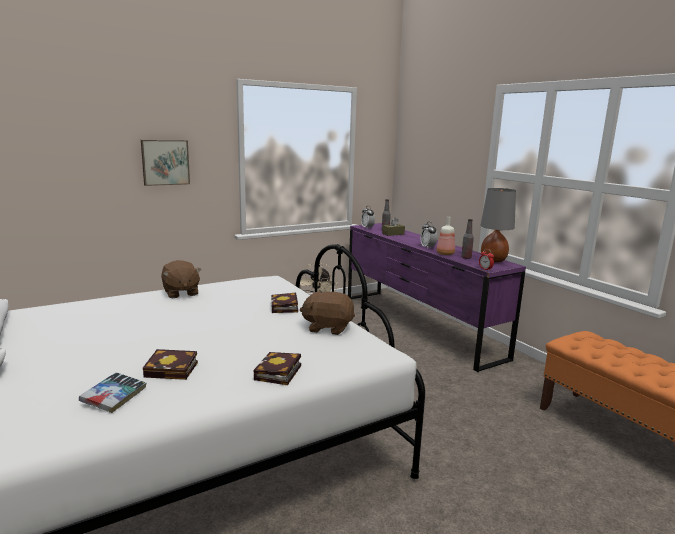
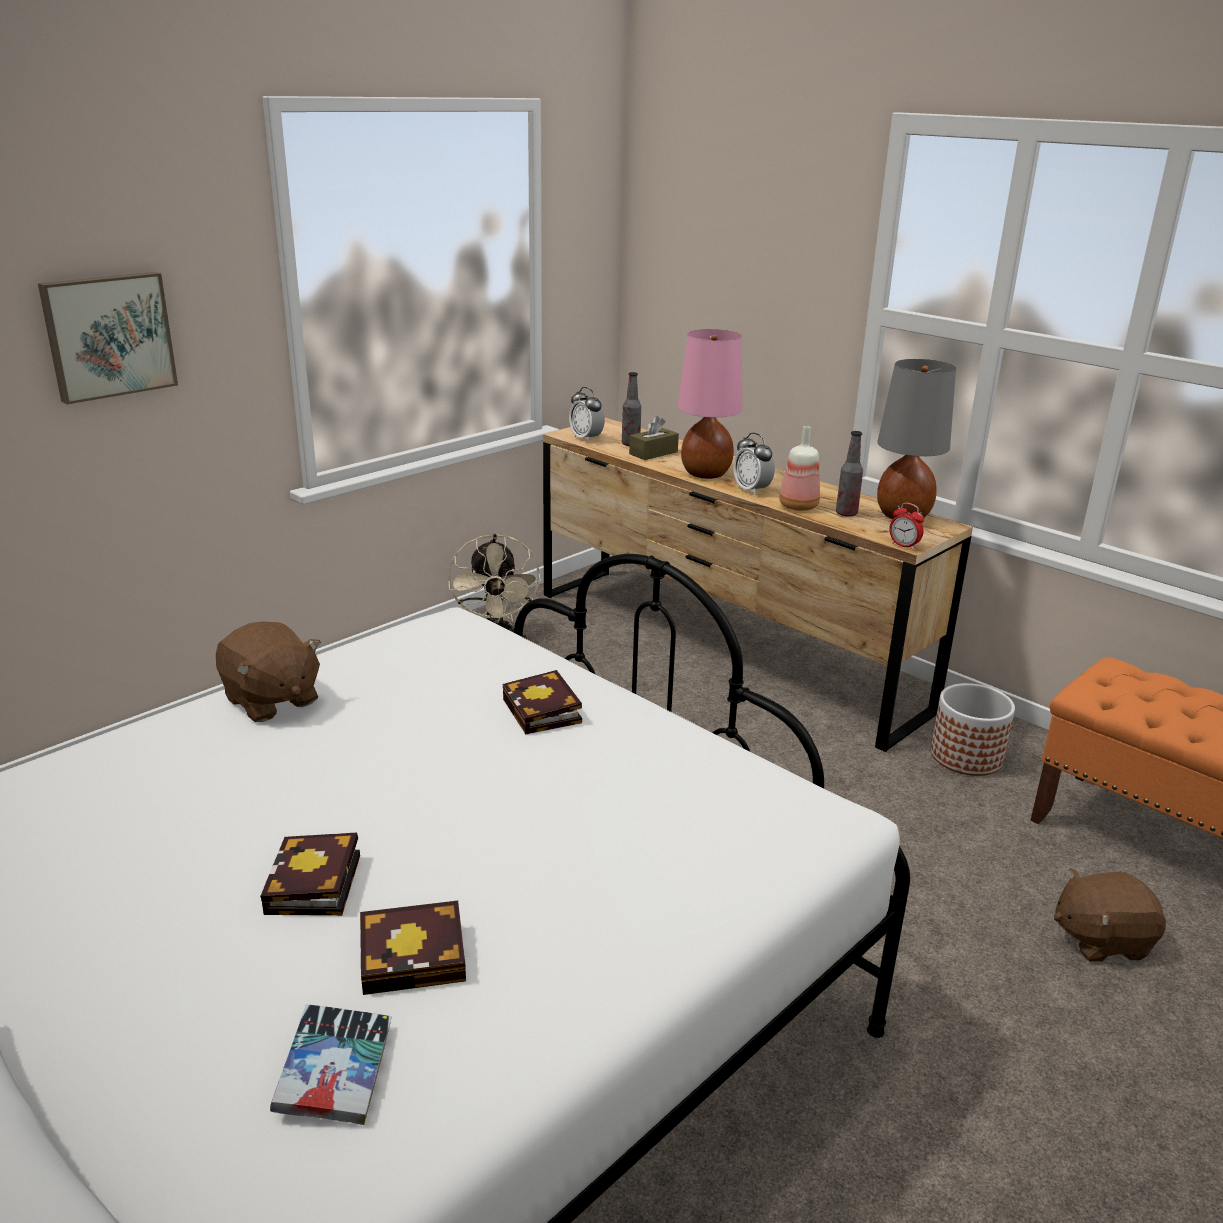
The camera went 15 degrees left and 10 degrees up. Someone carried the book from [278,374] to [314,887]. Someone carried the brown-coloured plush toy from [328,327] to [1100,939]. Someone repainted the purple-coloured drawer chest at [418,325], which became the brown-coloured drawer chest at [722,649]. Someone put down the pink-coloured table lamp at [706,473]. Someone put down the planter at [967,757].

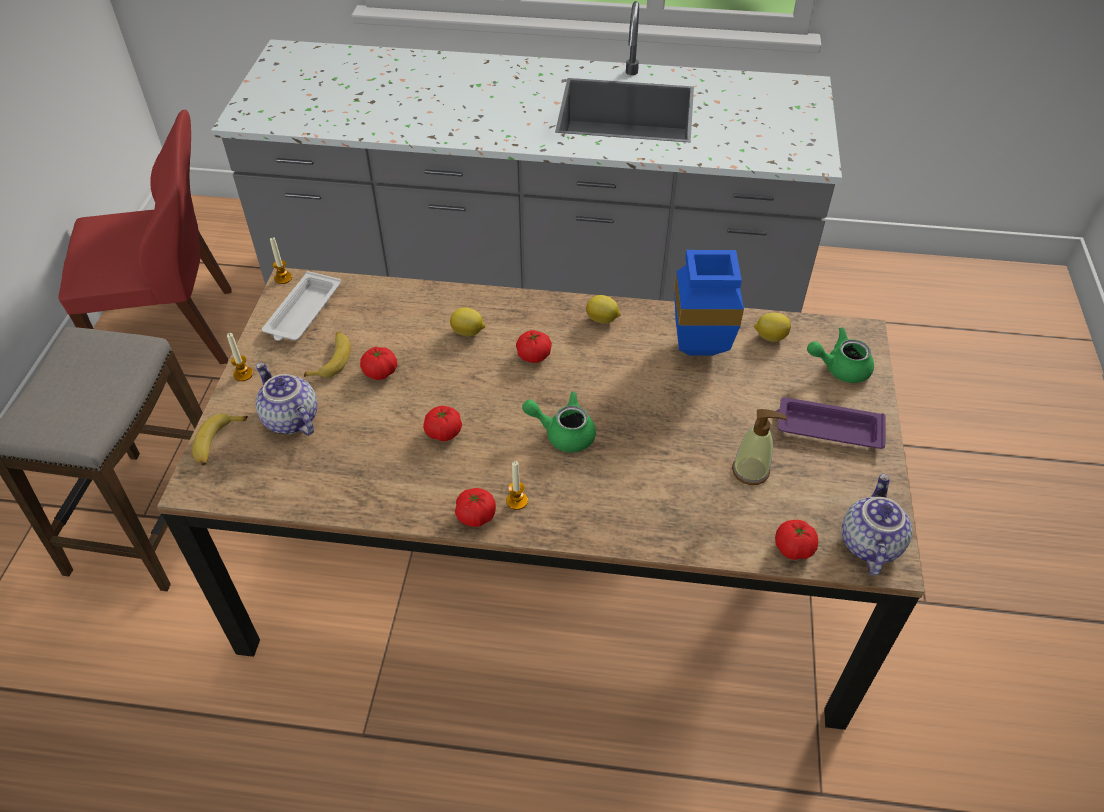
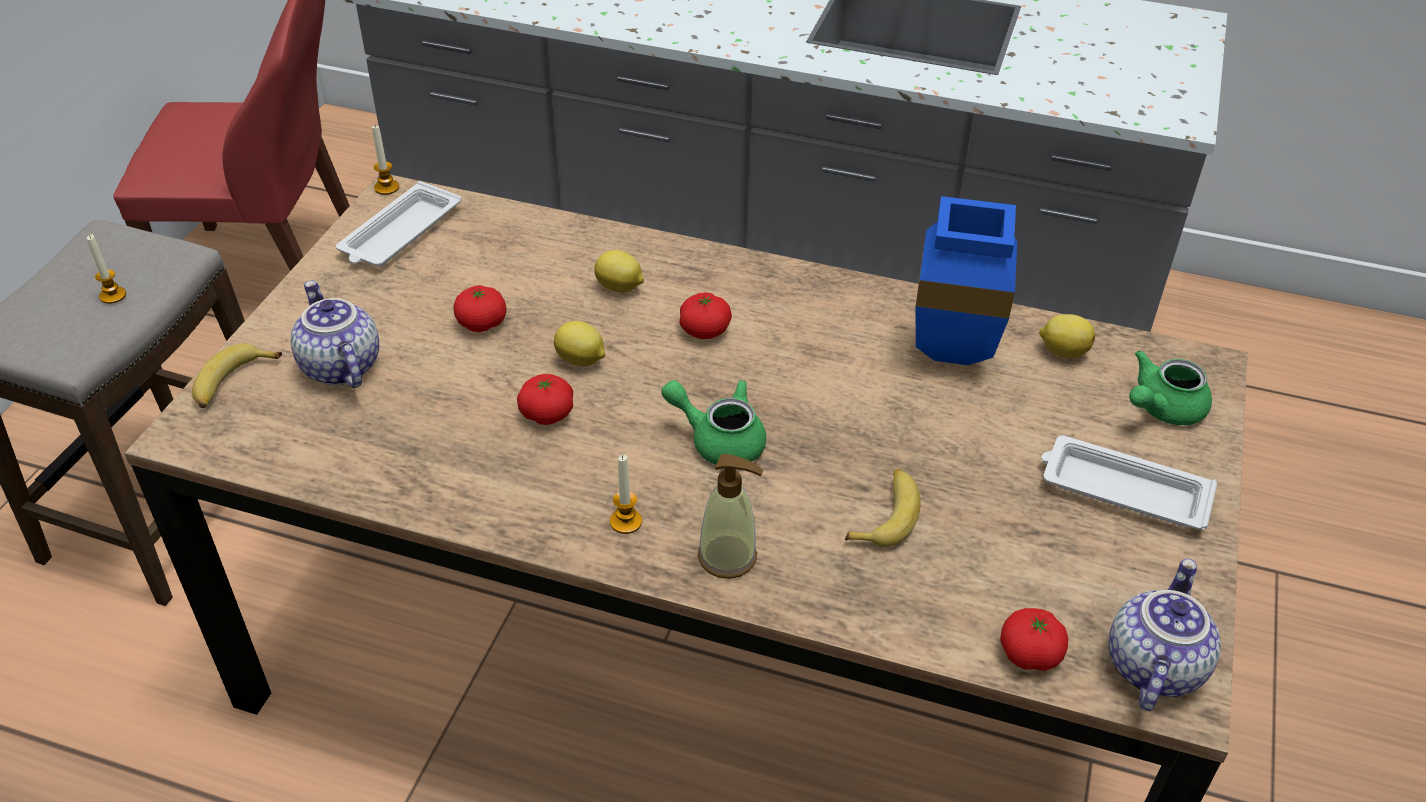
The camera went 10 degrees right and 5 degrees down. Someone carried the wax candle from [243,374] to [113,295]. Someone carried the whole banana from [331,359] to [886,515]. Someone took away the whole tomato at [476,516]. Someone carried the whole lemon from [602,320] to [581,361]. Someone carried the soap bottle from [751,471] to [728,557]. Someone repainted the purple-coloured carrying tray at [827,428], which became the white-coloured carrying tray at [1122,490]. Someone rotated the green pot for tea at [840,368] by 45 degrees counterclockwise.

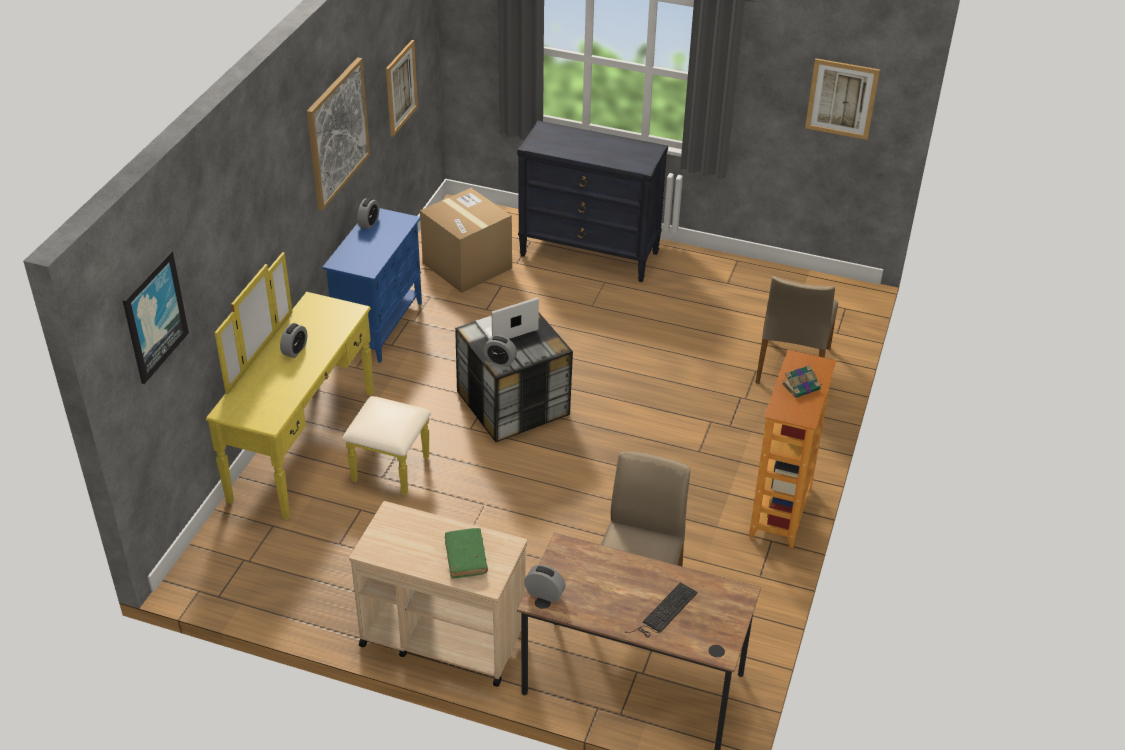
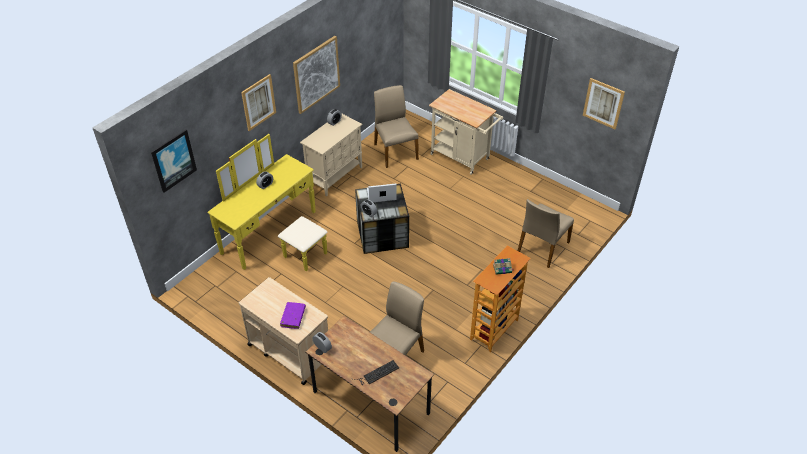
The camera went 20 degrees right and 5 degrees up. Someone repainted the blue-coloured cabinet at [380,326], which became the beige-coloured cabinet at [335,176]. Someone carried the wall picture from [401,88] to [258,102]. Someone swapped the cardboard box at [467,265] for the beige-coloured chair at [395,151]. Someone repainted the green book at [466,557], which became the purple-coloured book at [293,317]. Someone swapped the black drawer chest at [590,254] for the beige-coloured trolley at [463,158].

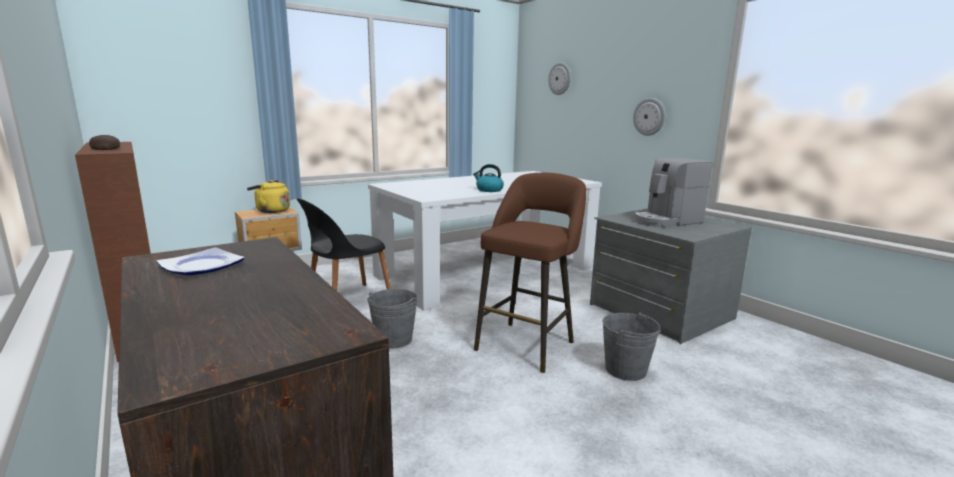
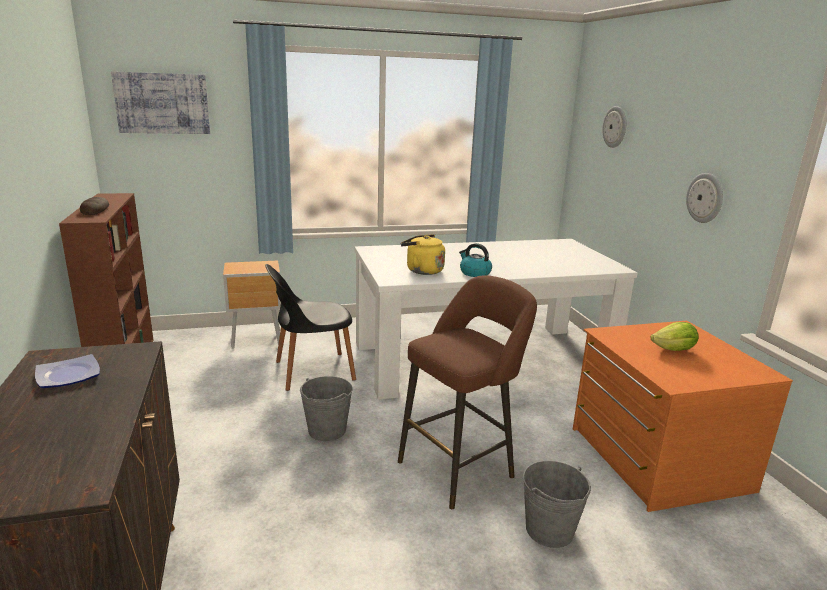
The camera went 20 degrees right and 5 degrees up. Someone carried the yellow-coloured kettle from [271,211] to [422,270]. Someone repainted the greyish drawer chest at [659,312], which became the orange-coloured drawer chest at [656,458]. Someone swapped the coffee machine at [666,221] for the lettuce at [674,350]. Someone put up the wall picture at [162,103].

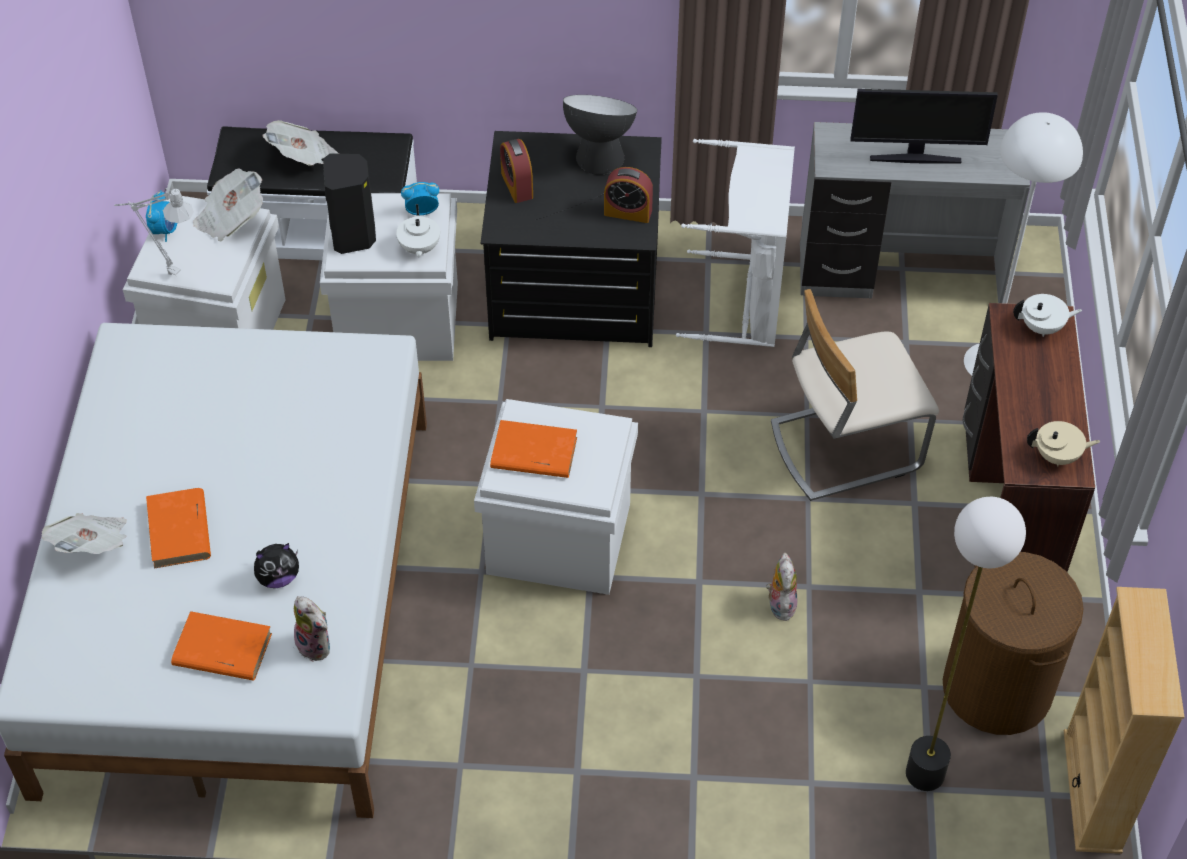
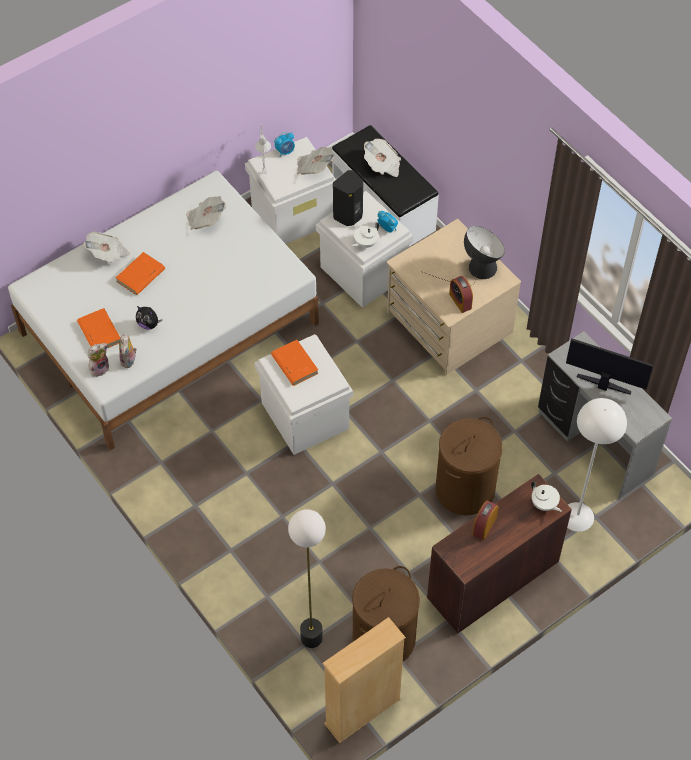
The camera went 50 degrees right and 5 degrees up. Someone repainted the black drawer chest at [574,291], which became the beige-coloured drawer chest at [448,323]. Someone carried the table clock from [517,185] to [484,526]. Someone took away the white-coloured washing basket at [745,300]. Someone carried the plush toy from [780,604] to [99,368]. Someone swapped the beige-coloured chair at [845,445] for the brown-coloured washing basket at [464,489]. Someone rotated the computer display at [915,157] by 150 degrees clockwise. Someone took away the beige-coloured pot for tea at [1057,456]. Someone put down the printed paper at [205,220].

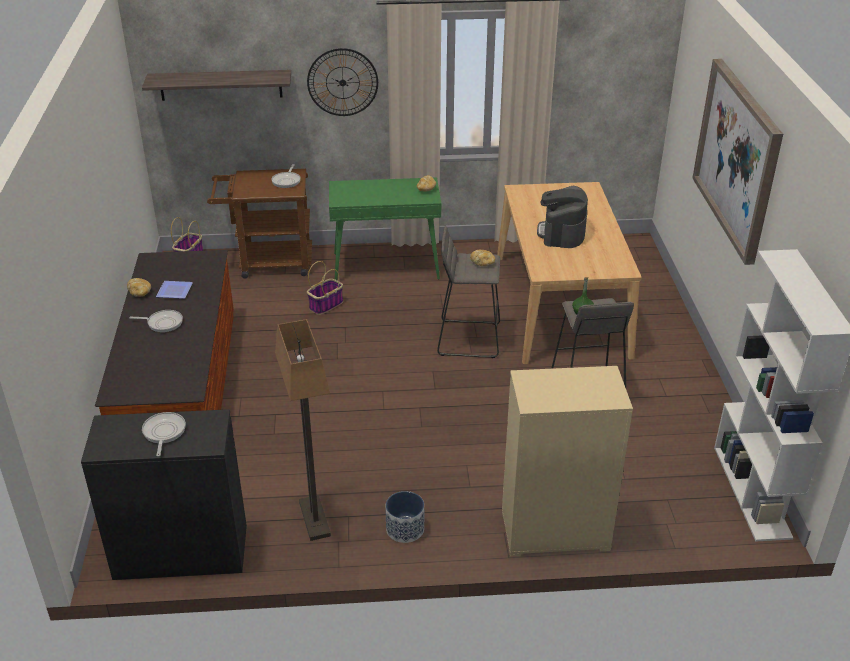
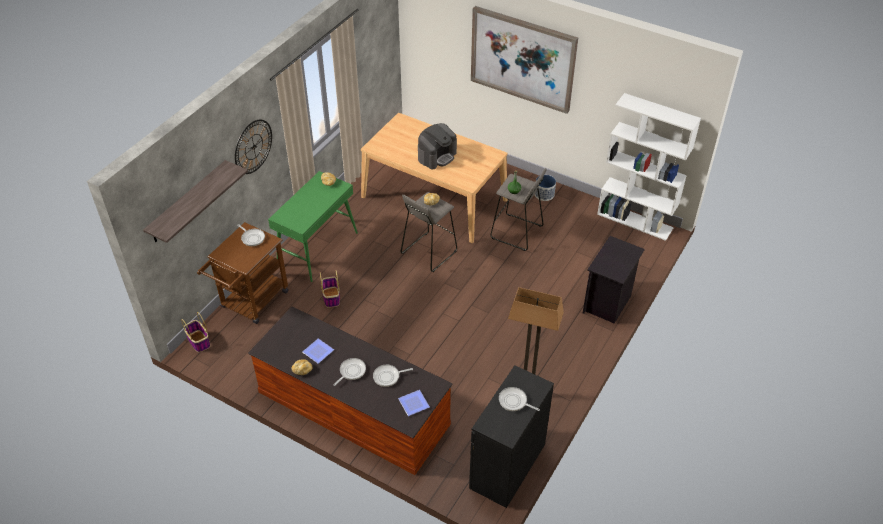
The camera went 55 degrees left and 10 degrees up. Someone carried the planter from [405,529] to [544,194]. Someone swapped the beige-coloured drawer chest at [554,530] for the black night table at [607,304]. Someone rotated the coffee machine at [561,233] by 90 degrees counterclockwise. Someone put down the frying pan at [388,376]. Someone put down the dinner plate at [415,404].

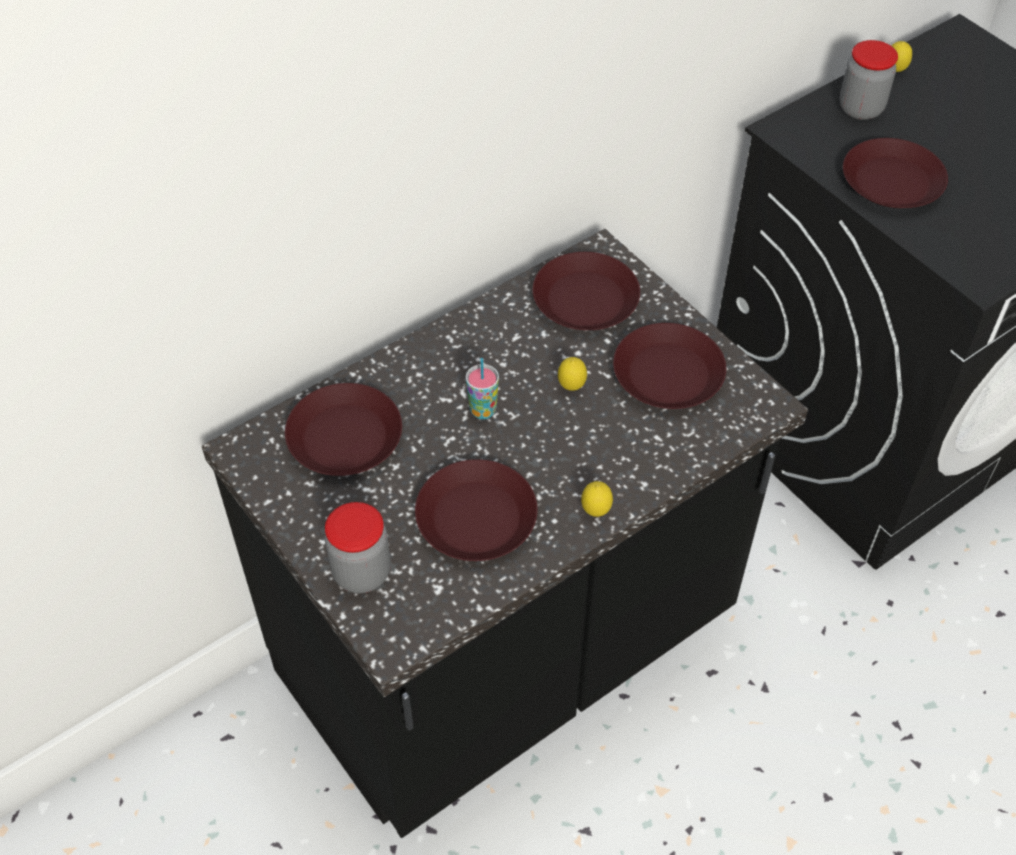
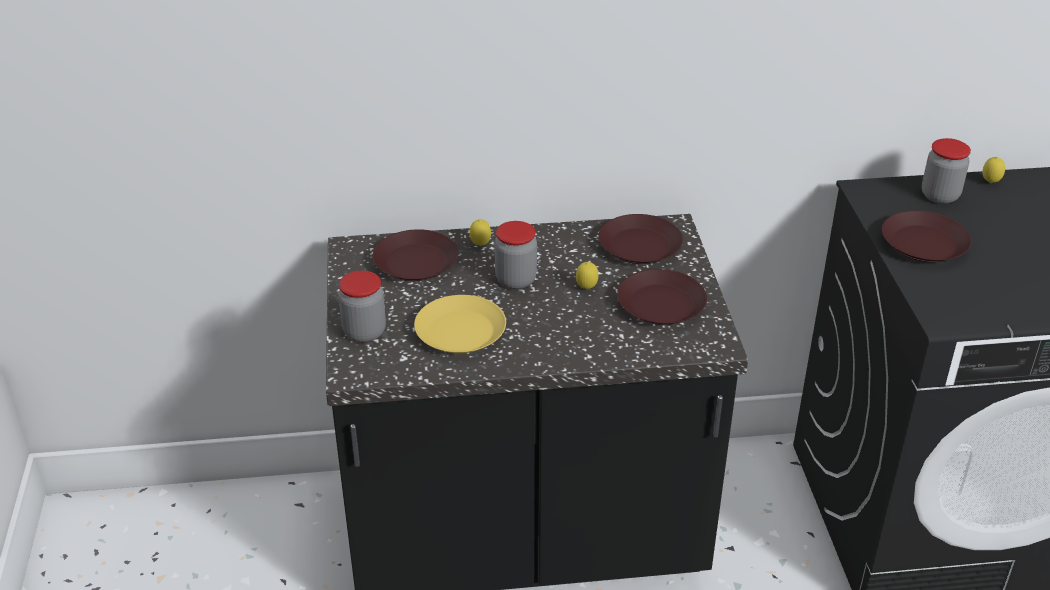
The camera went 30 degrees right and 15 degrees down. Someone repainted the brown-coloured dinner plate at [475,518], which became the yellow-coloured dinner plate at [459,332]. Someone swapped the cup at [483,410] for the storage jar at [516,280]. Someone carried the whole lemon from [595,512] to [480,245].

